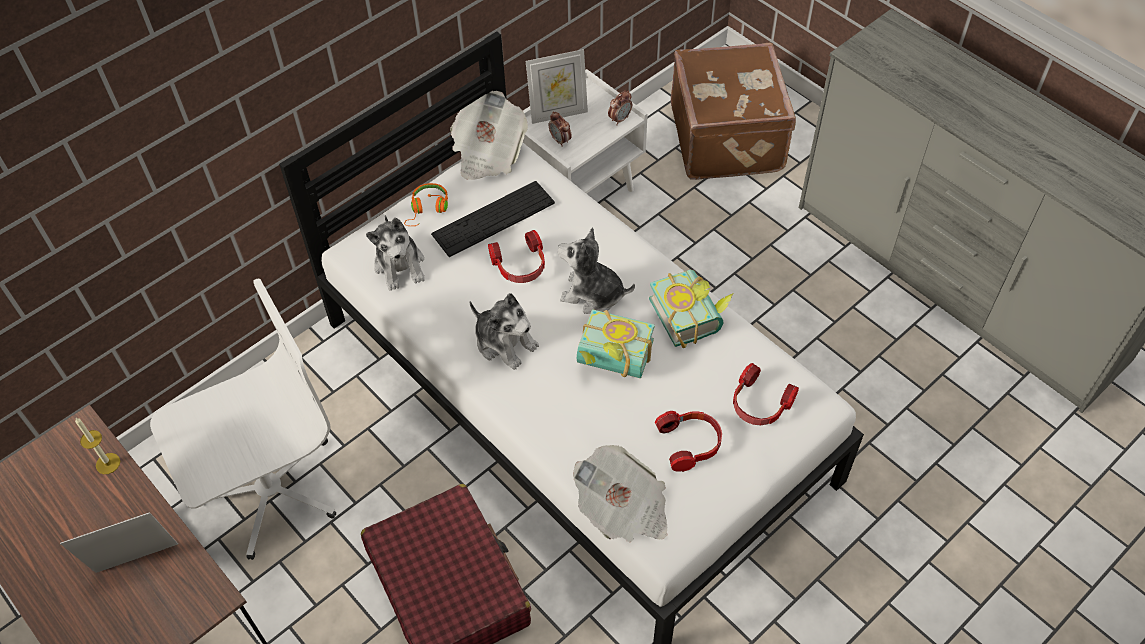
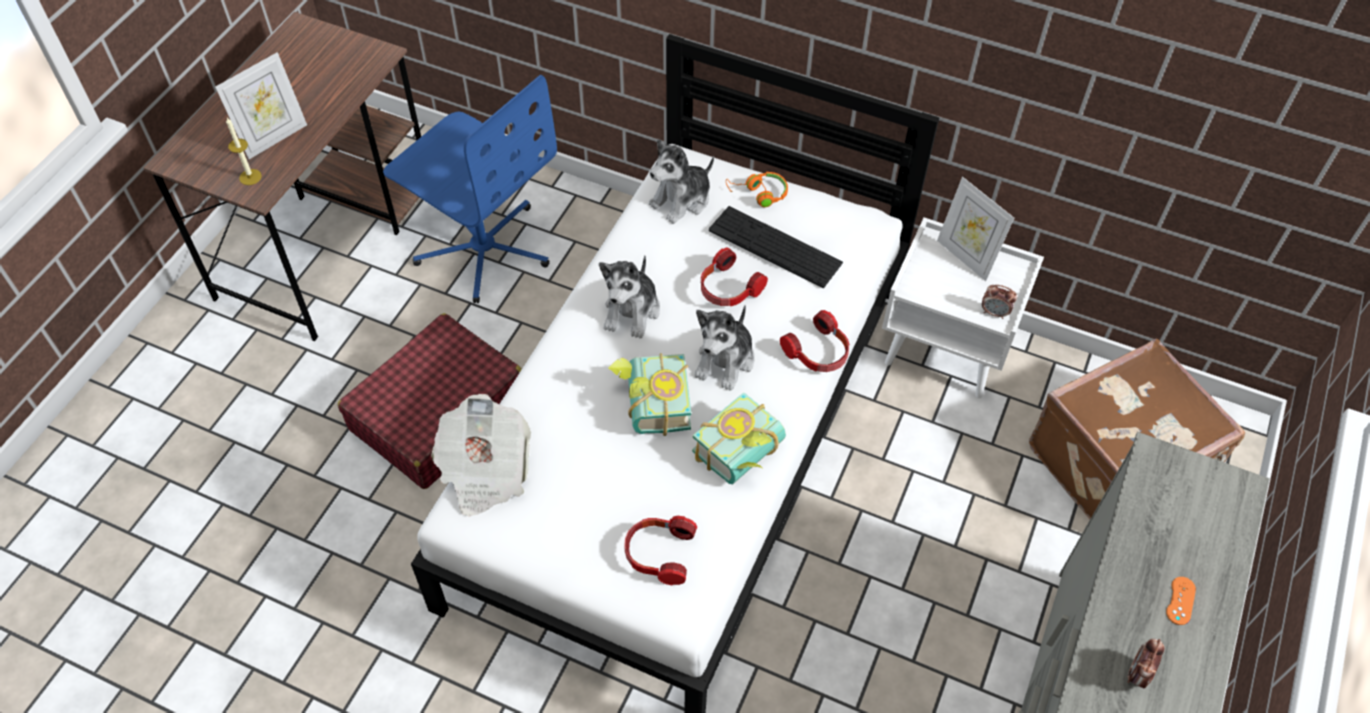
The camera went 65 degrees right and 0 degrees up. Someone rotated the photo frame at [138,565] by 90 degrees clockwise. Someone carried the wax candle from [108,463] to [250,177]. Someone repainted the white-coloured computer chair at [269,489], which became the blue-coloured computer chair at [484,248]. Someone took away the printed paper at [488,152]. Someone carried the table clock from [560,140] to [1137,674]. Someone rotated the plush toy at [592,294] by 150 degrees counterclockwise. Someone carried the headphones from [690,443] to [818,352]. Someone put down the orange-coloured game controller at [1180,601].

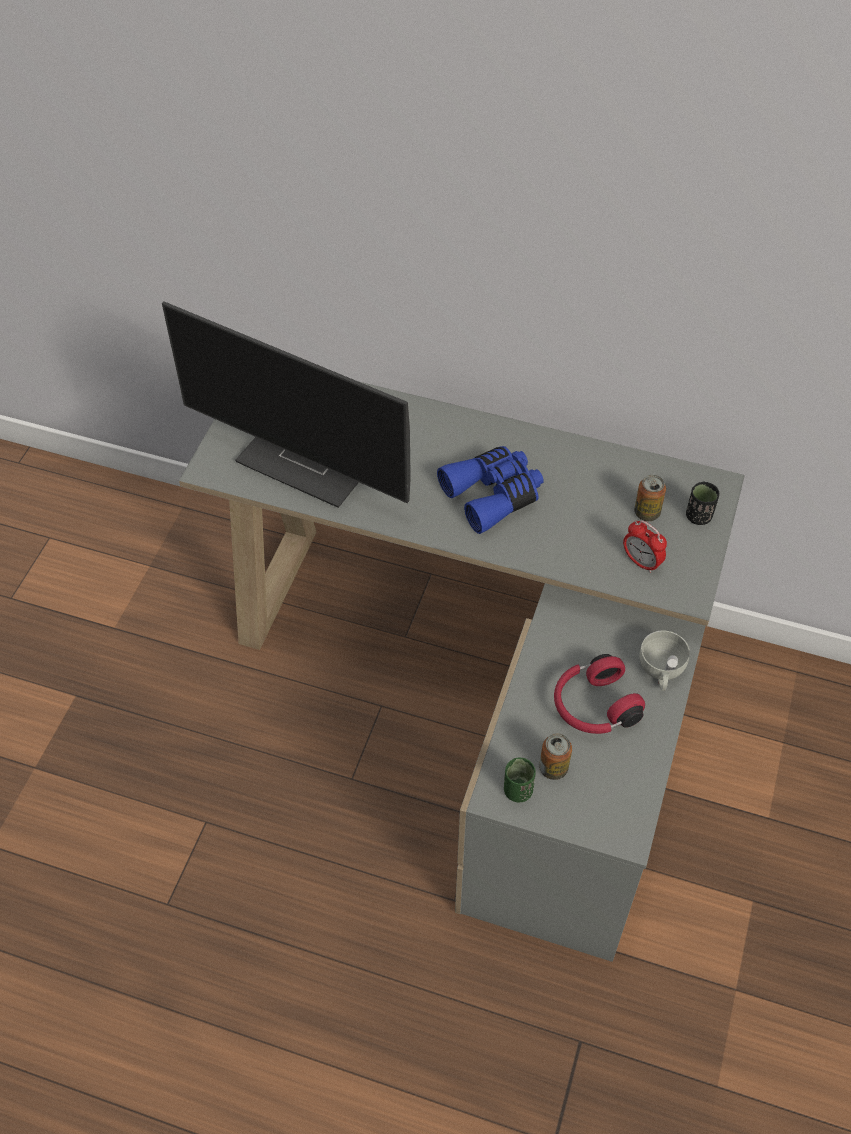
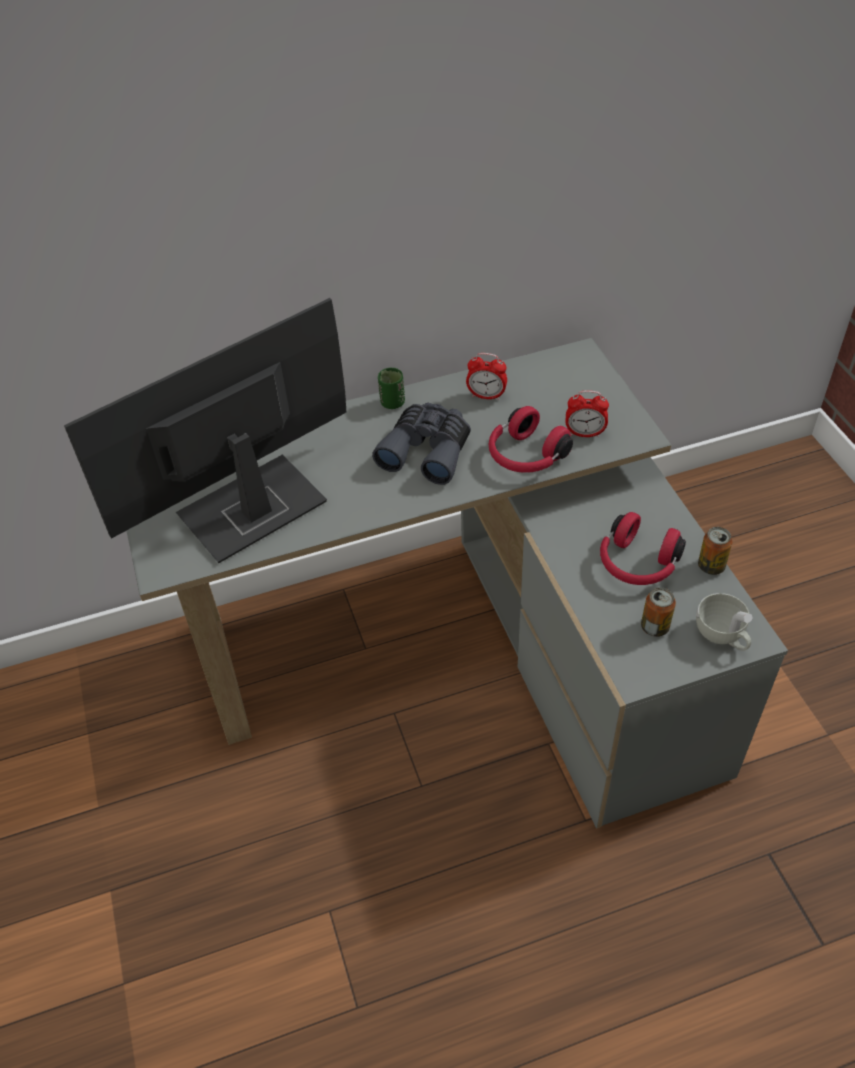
The camera went 35 degrees left and 5 degrees down. Someone rotated the computer display at [310,461] by 150 degrees clockwise. Someone repainted the blue-coloured field glasses at [493,494], which became the greyish field glasses at [427,450]. Someone carried the green cup from [518,790] to [392,403]. Someone carried the metal can from [647,513] to [711,566]. Someone carried the white-coloured cup from [661,672] to [722,635]. Someone took away the black cup at [698,516]. Someone put down the table clock at [486,396]. Someone put down the red headphones at [525,456].

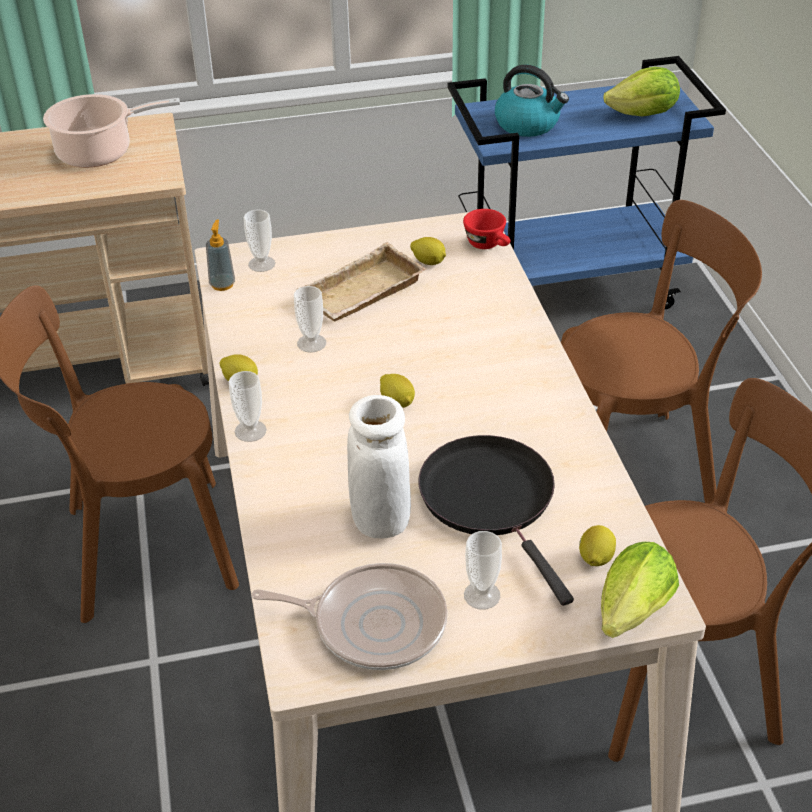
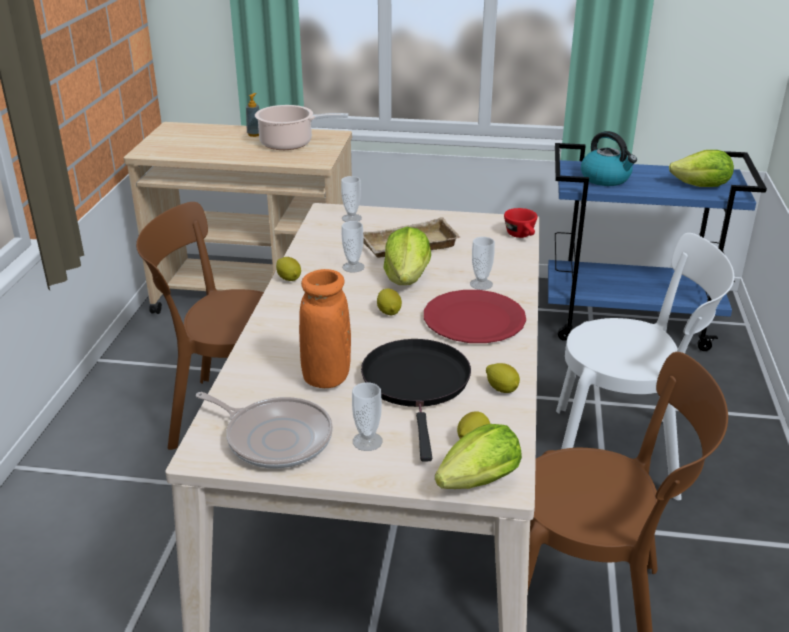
The camera went 20 degrees right and 10 degrees down. Someone carried the soap bottle from [222,284] to [254,134]. Someone carried the cup from [250,431] to [481,284]. Someone repainted the white-coloured flower vase at [380,519], which became the orange-coloured flower vase at [326,377]. Someone carried the whole lemon from [429,262] to [502,389]. Someone repainted the brown-coloured chair at [634,469], which became the white-coloured chair at [623,452]. Someone put down the lettuce at [407,278]. Someone put down the red dinner plate at [473,319].

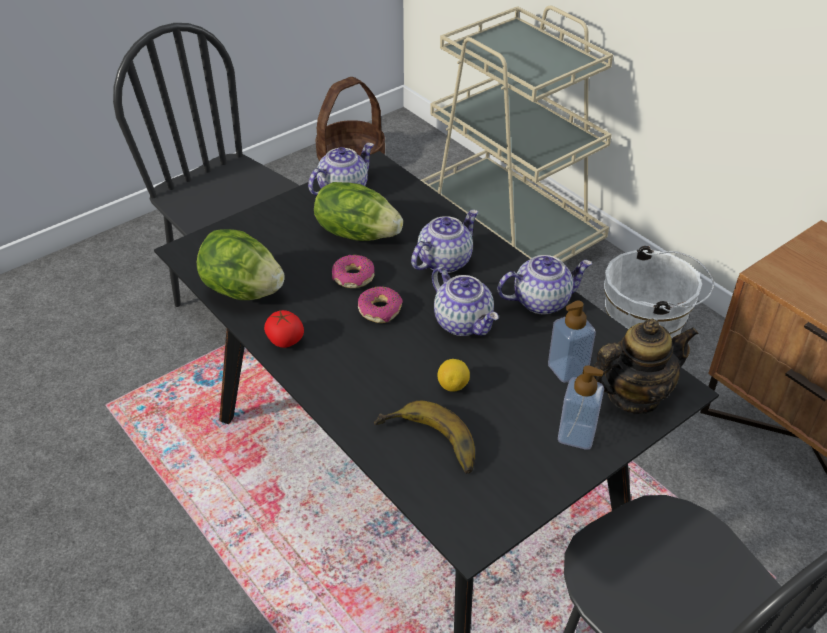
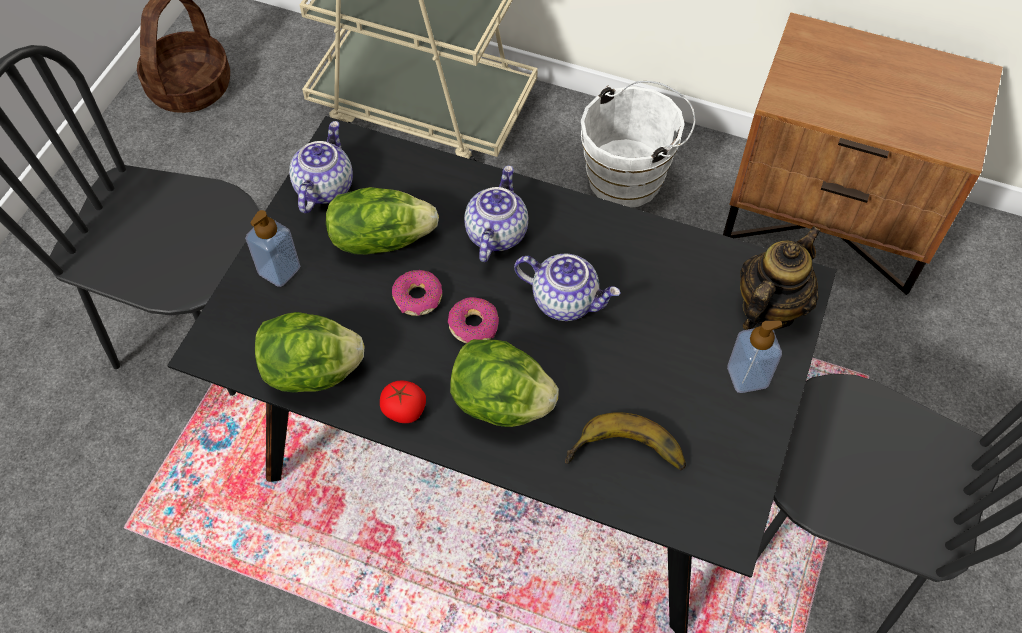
The camera went 30 degrees left and 15 degrees up. Someone took away the whole lemon at [453,385]. Someone took away the pot for tea at [541,301]. Someone carried the soap bottle from [567,369] to [279,270]. Someone put down the lettuce at [501,403].

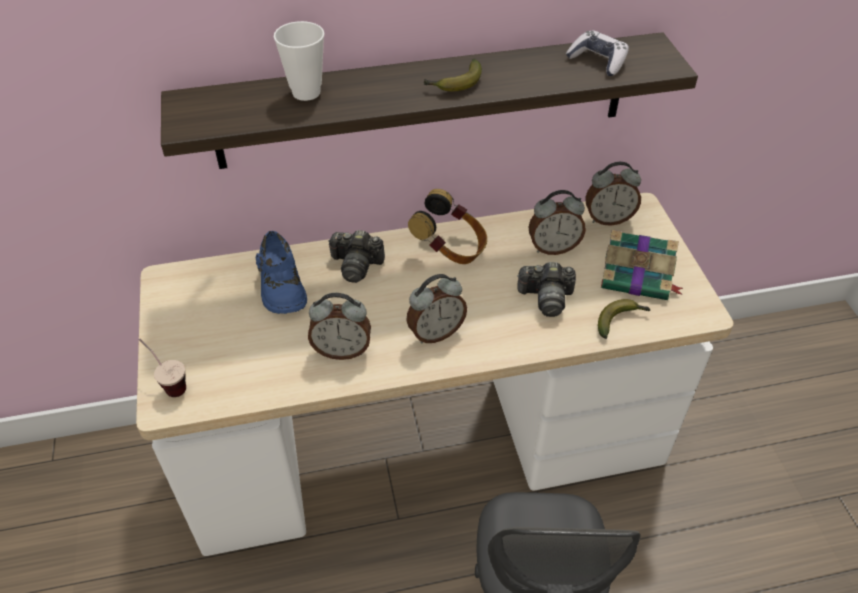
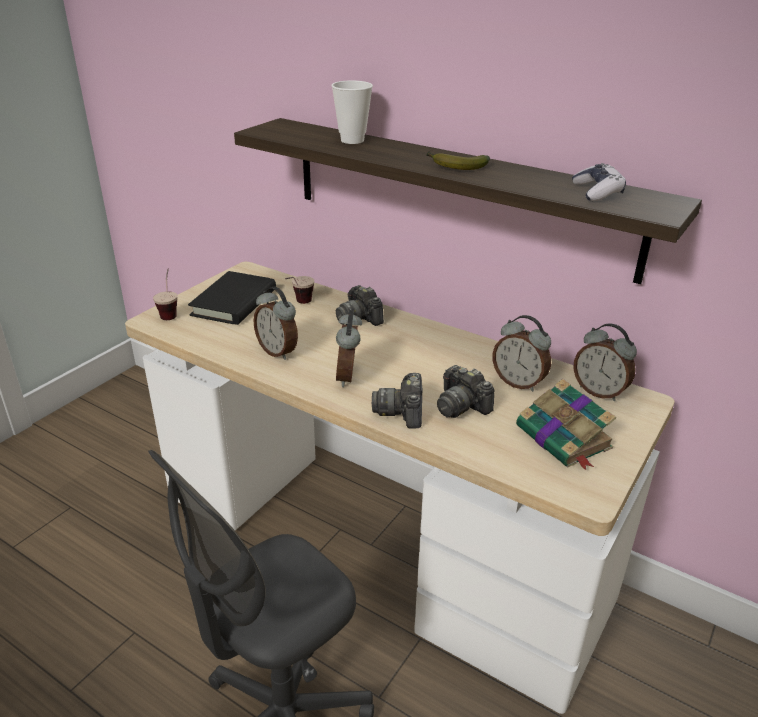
The camera went 45 degrees right and 15 degrees down. Someone swapped the blue-coloured shoe at [281,285] for the cup at [299,304]. Someone rotated the table clock at [435,332] by 75 degrees clockwise. Someone took away the headphones at [451,249]. Someone took away the whole banana at [620,321]. Someone put down the black book at [234,302]. Someone put down the photo camera at [402,412].

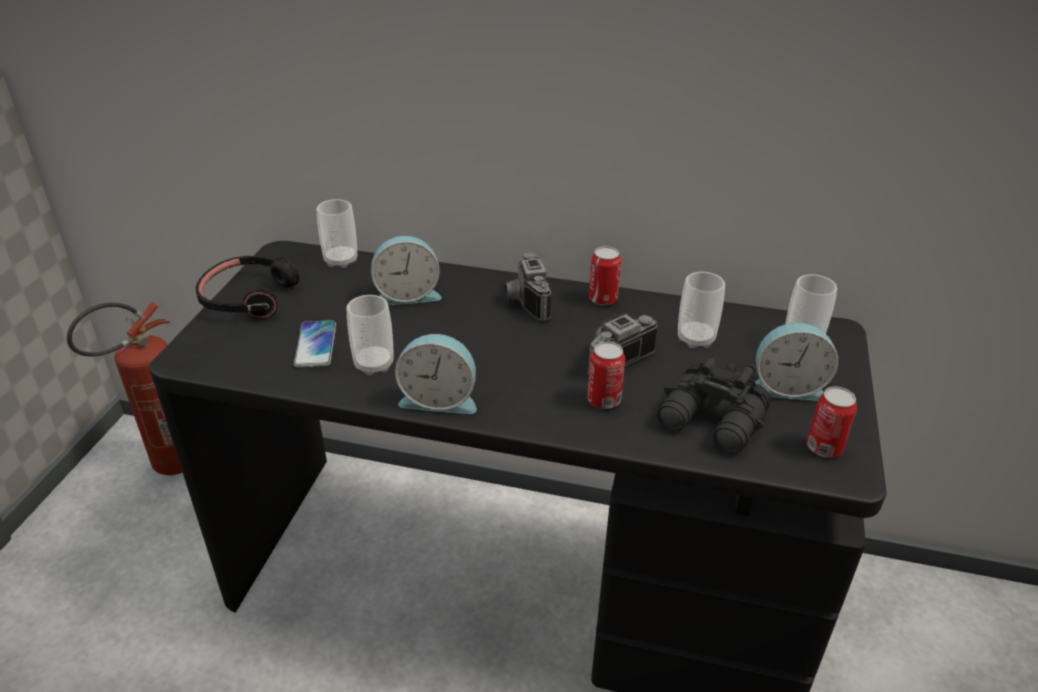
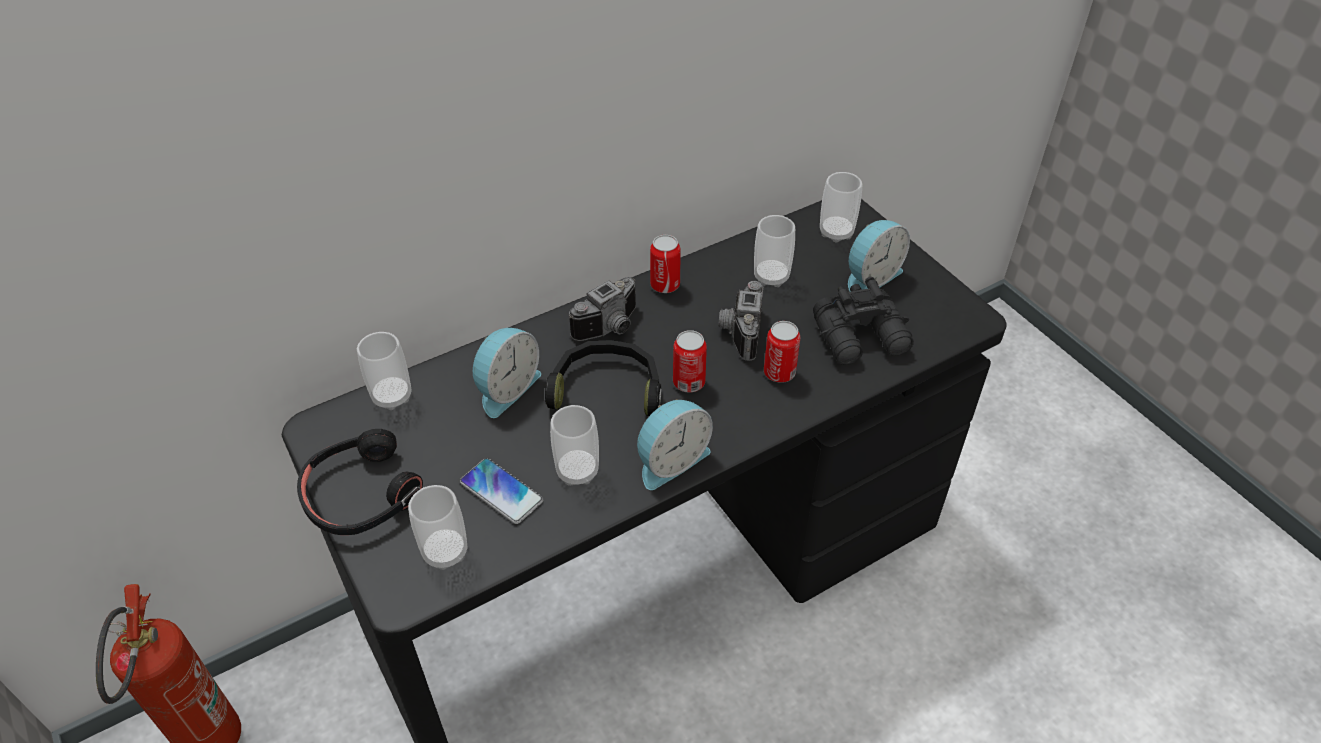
The camera went 45 degrees left and 10 degrees up. Someone rotated the photo camera at [525,302] by 75 degrees counterclockwise. Someone carried the metal can from [824,447] to [689,382]. Someone put down the cup at [445,552]. Someone put down the black headphones at [607,388].

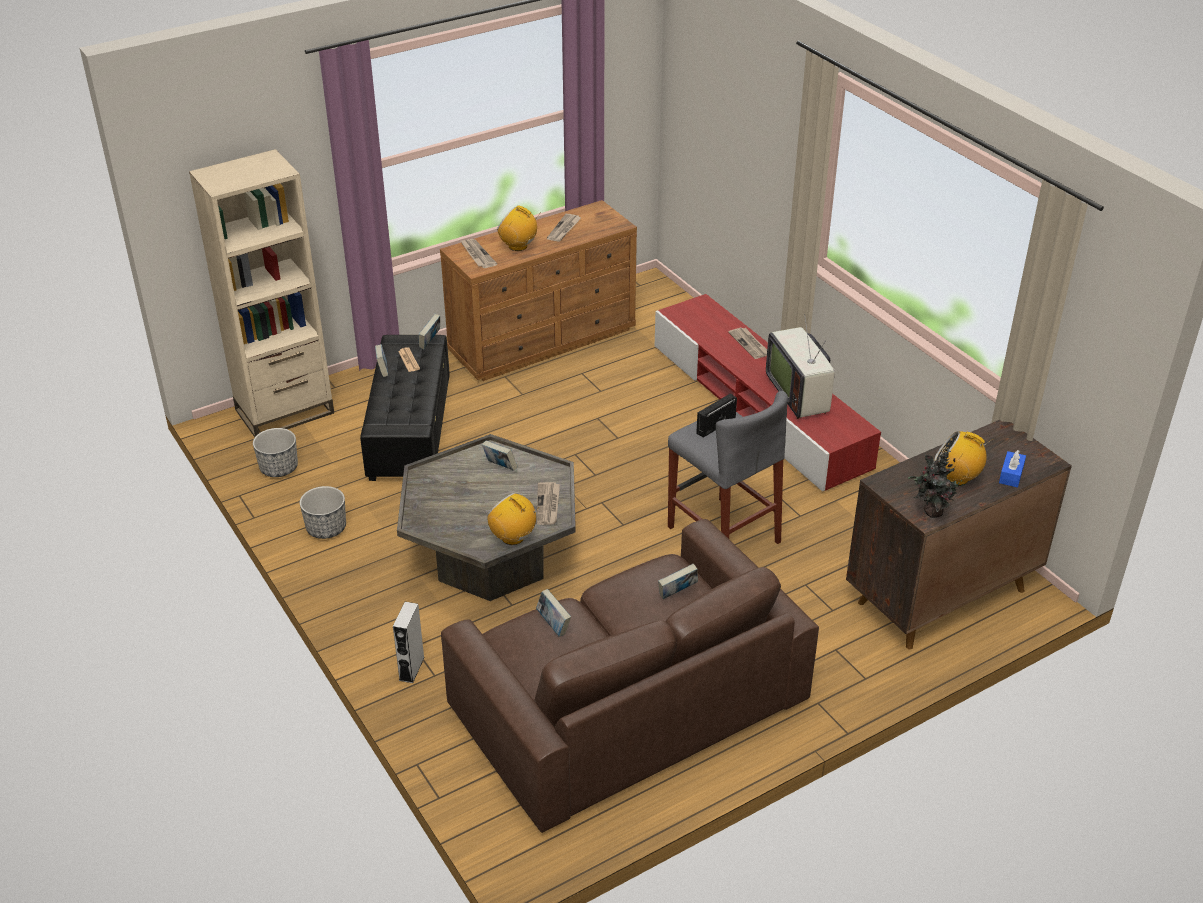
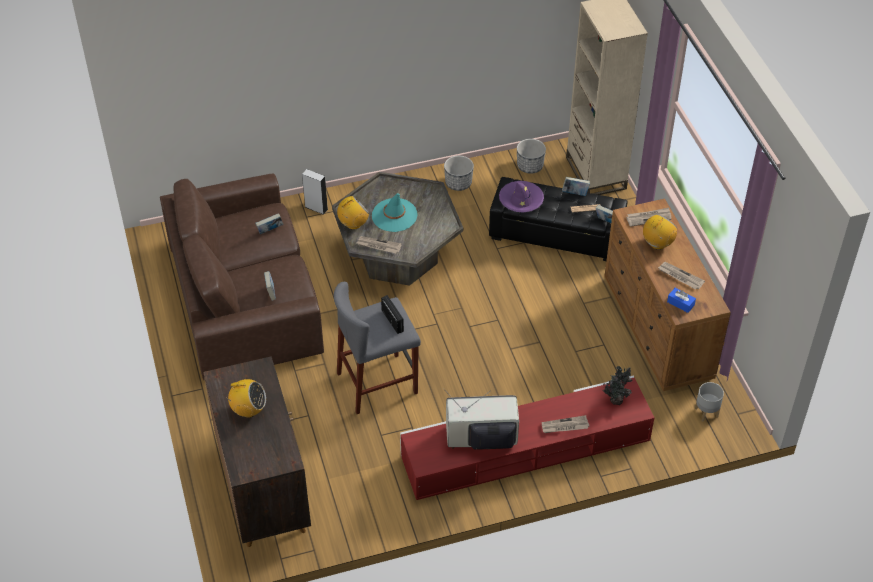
The camera went 105 degrees right and 10 degrees up. Someone took away the book at [500,467]. Someone carried the houseplant from [931,512] to [616,399]. Someone rotated the radio receiver at [956,478] by 60 degrees clockwise. Someone carried the blue-coloured box of tissues from [1011,475] to [680,303]. Someone put down the blue-green wearable hat at [394,215]. Someone put down the purple-coloured wearable hat at [521,200]. Someone put down the greyish planter at [706,412].

